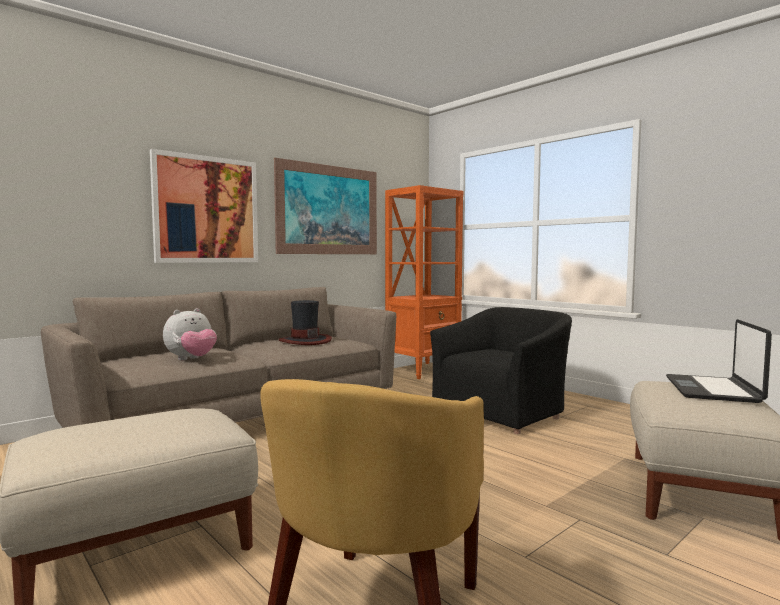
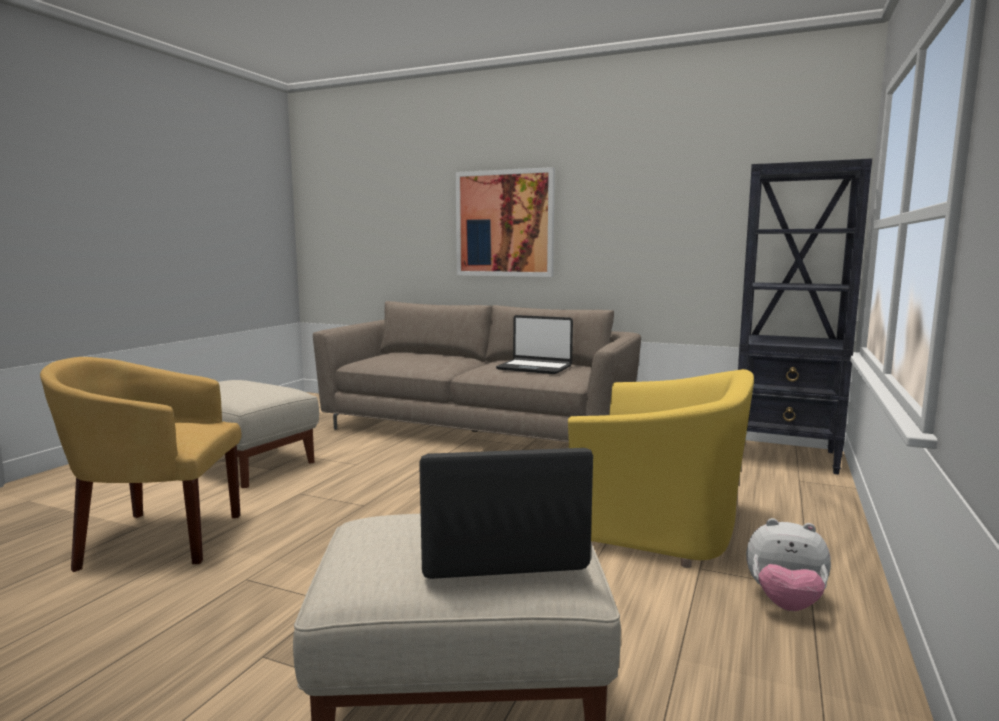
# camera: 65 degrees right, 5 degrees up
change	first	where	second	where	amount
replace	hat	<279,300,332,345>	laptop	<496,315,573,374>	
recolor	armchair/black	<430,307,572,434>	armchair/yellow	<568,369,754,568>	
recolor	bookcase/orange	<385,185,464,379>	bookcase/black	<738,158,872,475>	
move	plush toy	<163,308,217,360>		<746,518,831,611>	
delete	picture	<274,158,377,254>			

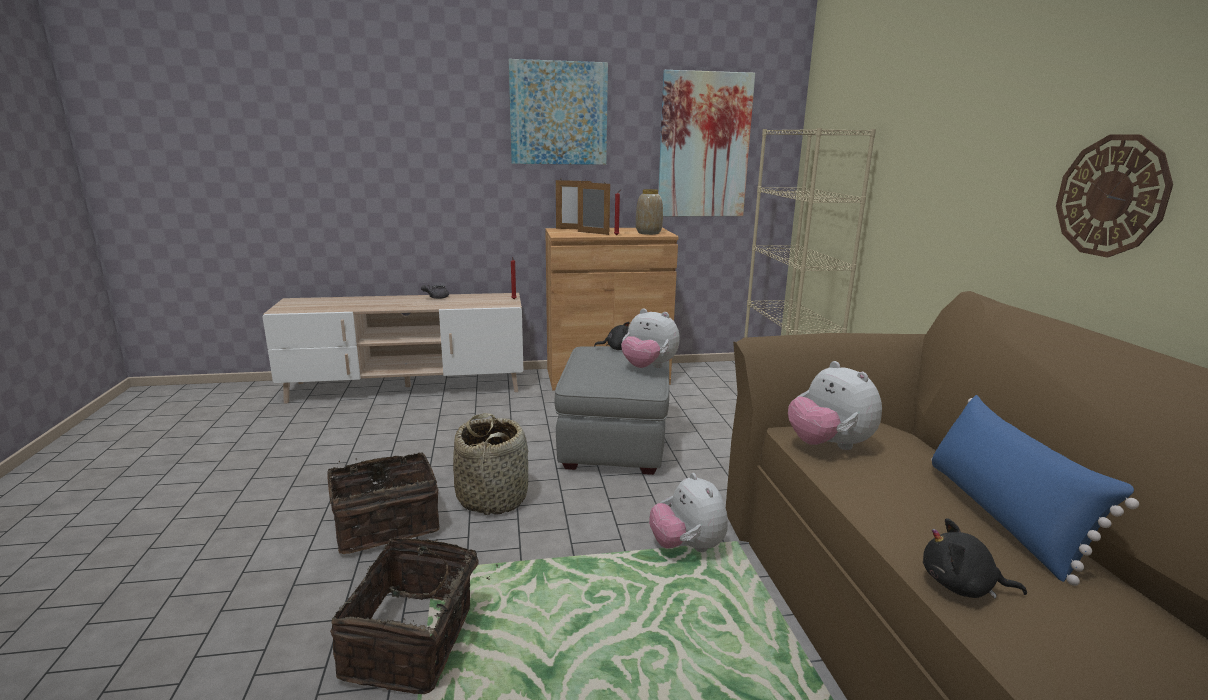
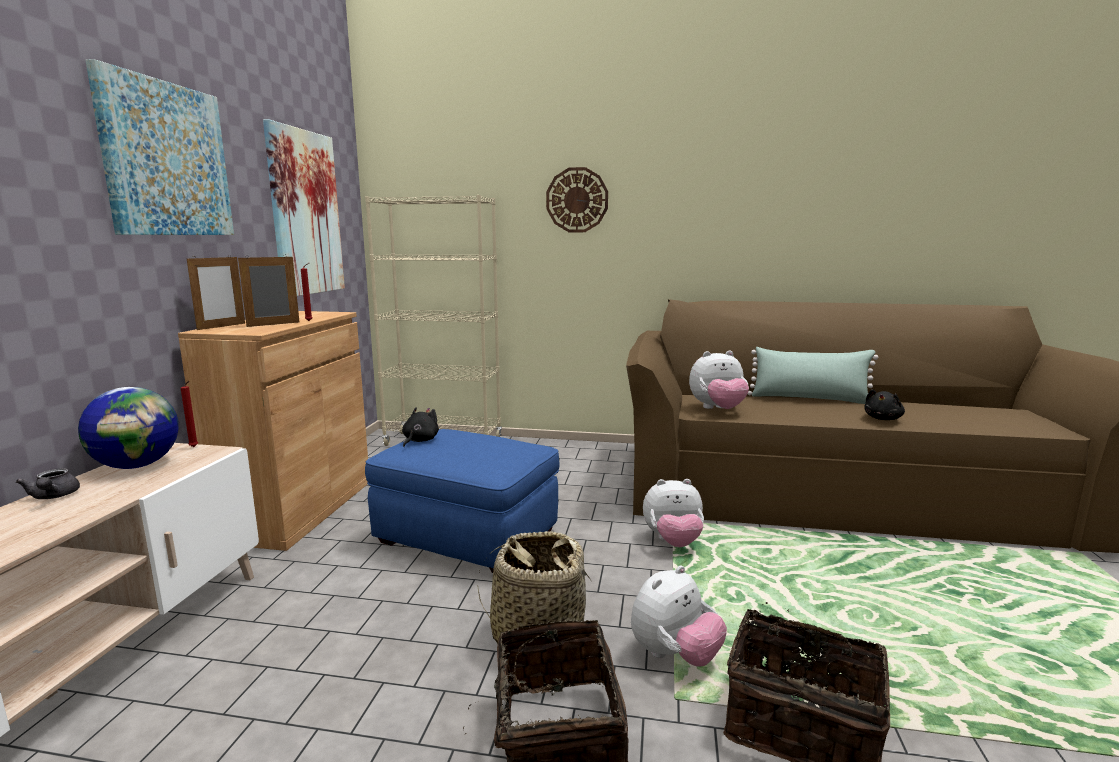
# camera: 70 degrees left, 5 degrees down
change	first	where	second	where	amount
insert			globe	<78,387,179,469>	
recolor	ottoman/grey	<555,346,669,475>	ottoman/blue	<365,429,559,573>	
move	wall clock	<1056,135,1173,258>		<546,167,608,232>	
move	plush toy	<621,308,680,368>		<631,565,727,667>	
recolor	pillow/blue	<931,395,1139,586>	pillow/green	<748,347,879,404>	
delete	vase	<636,189,663,235>			

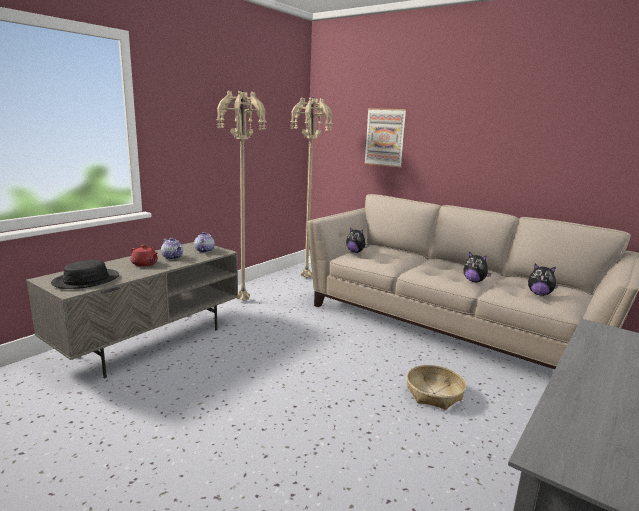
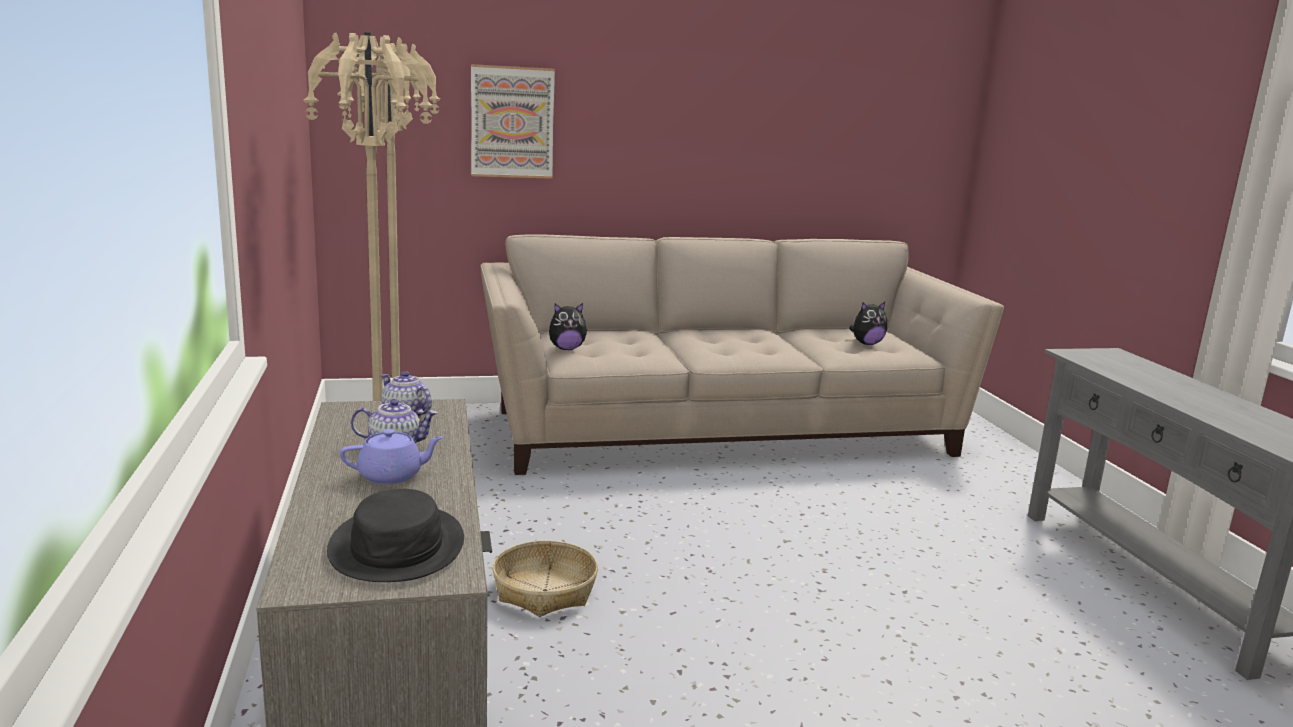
# camera: 50 degrees left, 0 degrees up
change	first	where	second	where	amount
recolor	teapot/red	<131,245,158,267>	teapot/purple	<340,429,444,484>	
move	basket	<407,365,466,410>		<493,541,598,617>	
delete	plush toy	<464,252,492,282>			

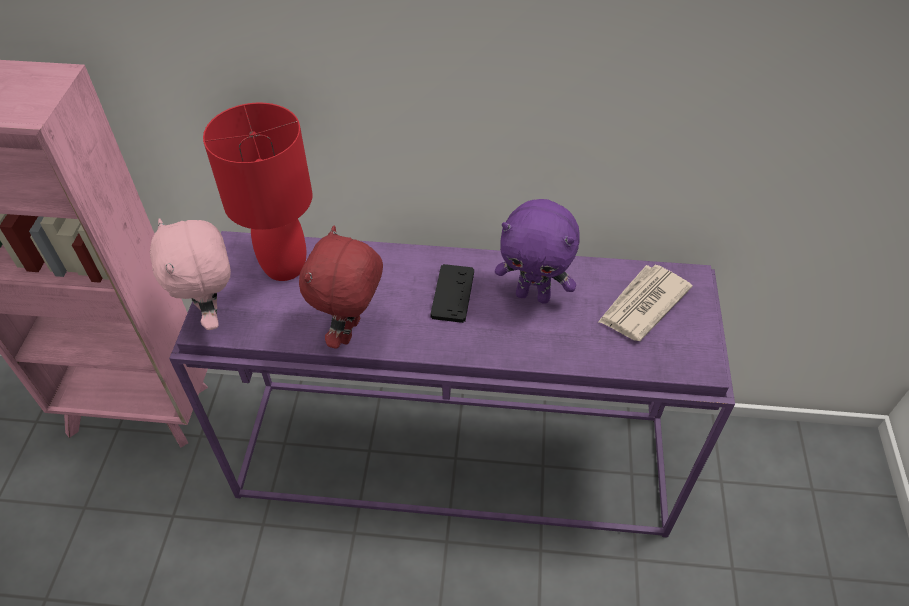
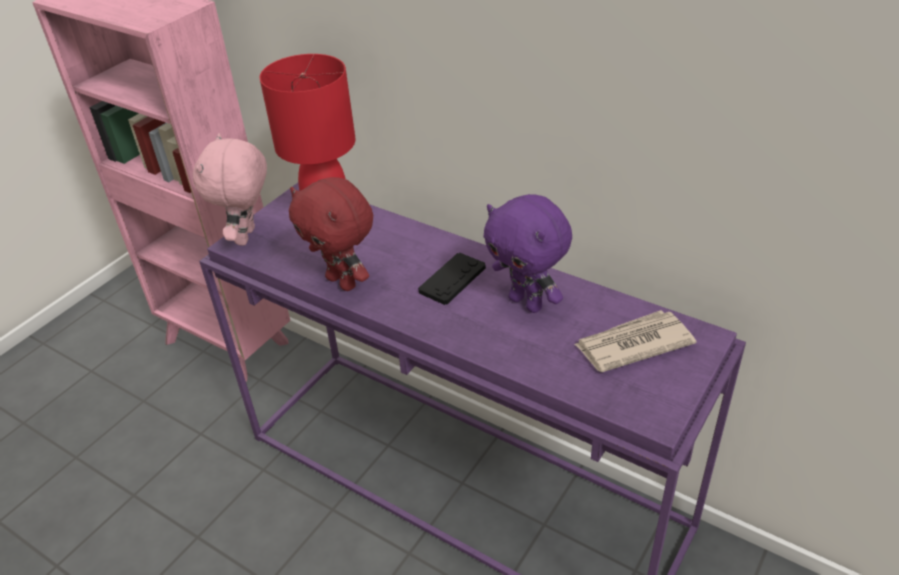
# camera: 30 degrees right, 10 degrees down
change	first	where	second	where	amount
rotate	plush toy/red	<299,226,383,349>		<289,177,373,291>	90 degrees counterclockwise

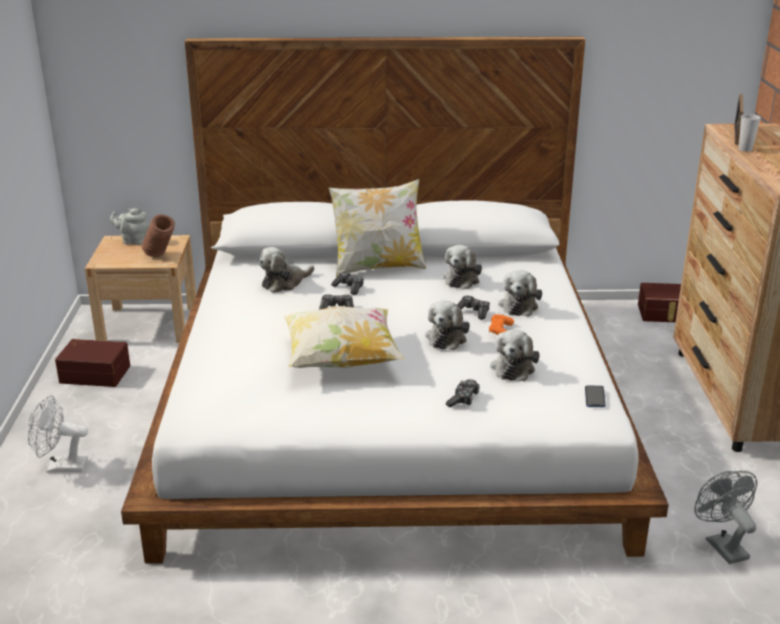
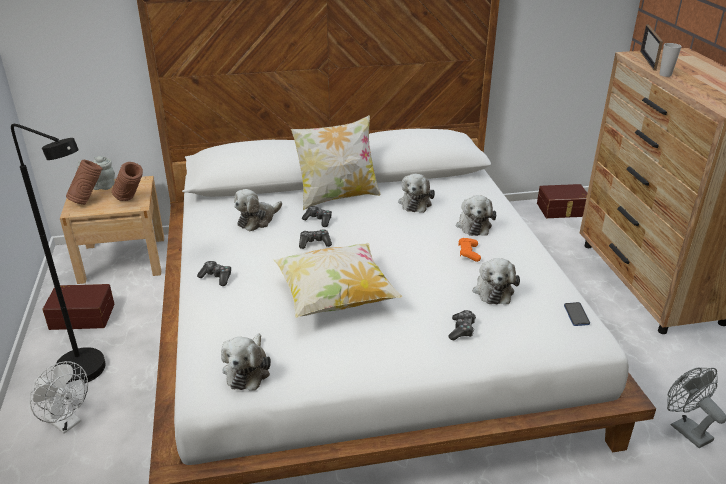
# camera: 10 degrees left, 5 degrees up
change	first	where	second	where	amount
insert			floor lamp/black	<11,124,106,384>	
rotate	fan/white	<27,395,88,472>		<30,361,88,433>	135 degrees counterclockwise
insert			vase/brown	<66,160,102,205>	
move	game controller	<457,296,490,320>		<197,261,231,286>	
move	plush toy	<425,301,470,350>		<221,333,271,391>	

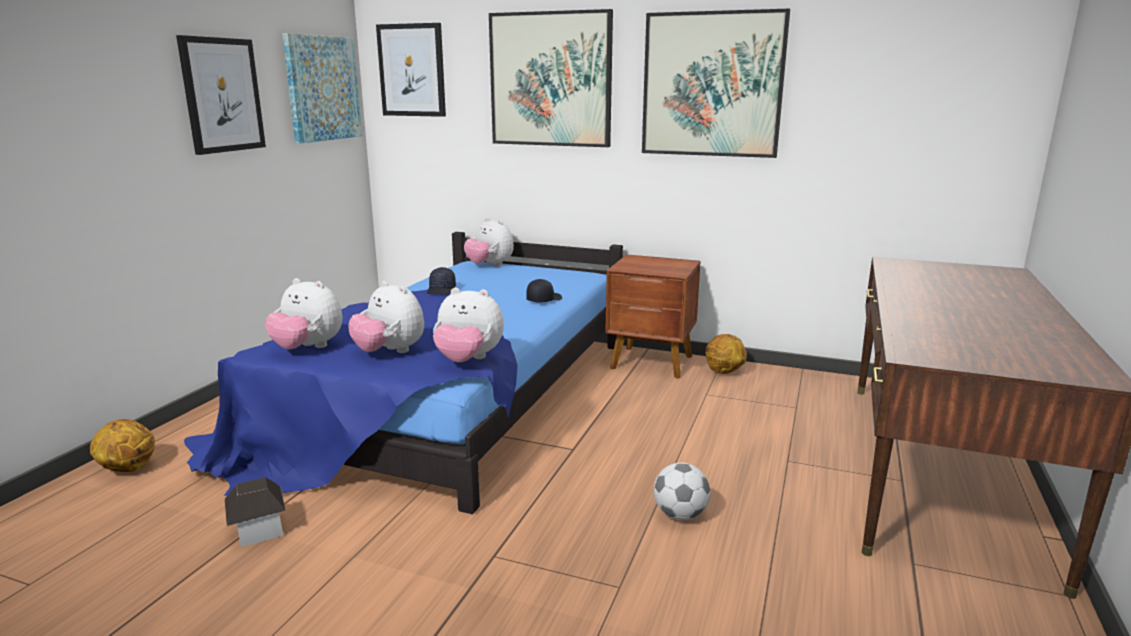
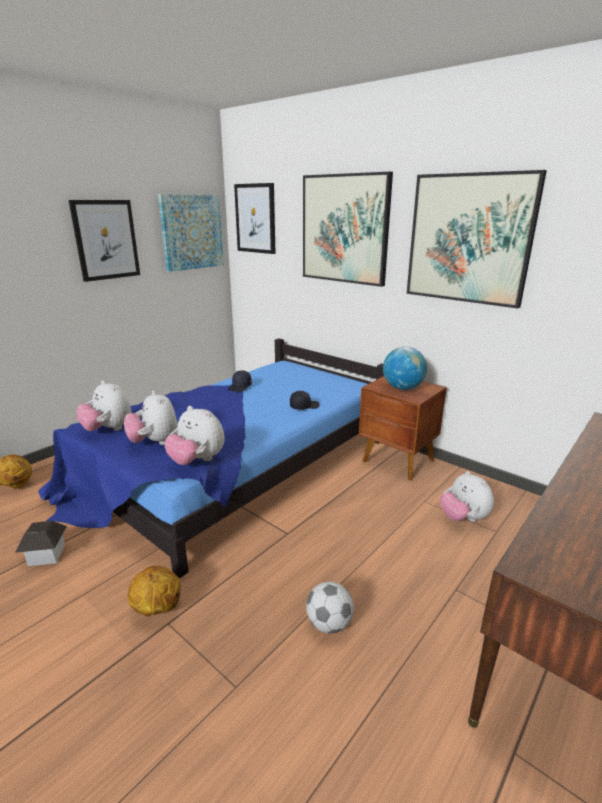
# camera: 20 degrees right, 5 degrees up
change	first	where	second	where	amount
move	basketball	<705,334,747,374>		<128,566,181,616>	
insert			globe	<383,347,427,390>	
move	plush toy	<464,218,514,266>		<440,471,494,522>	

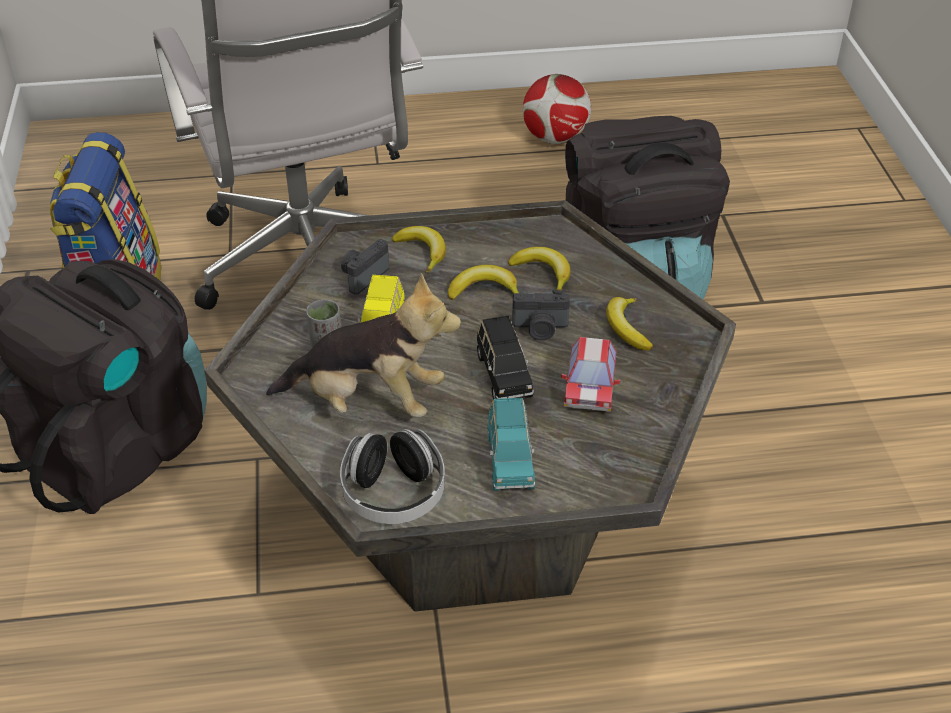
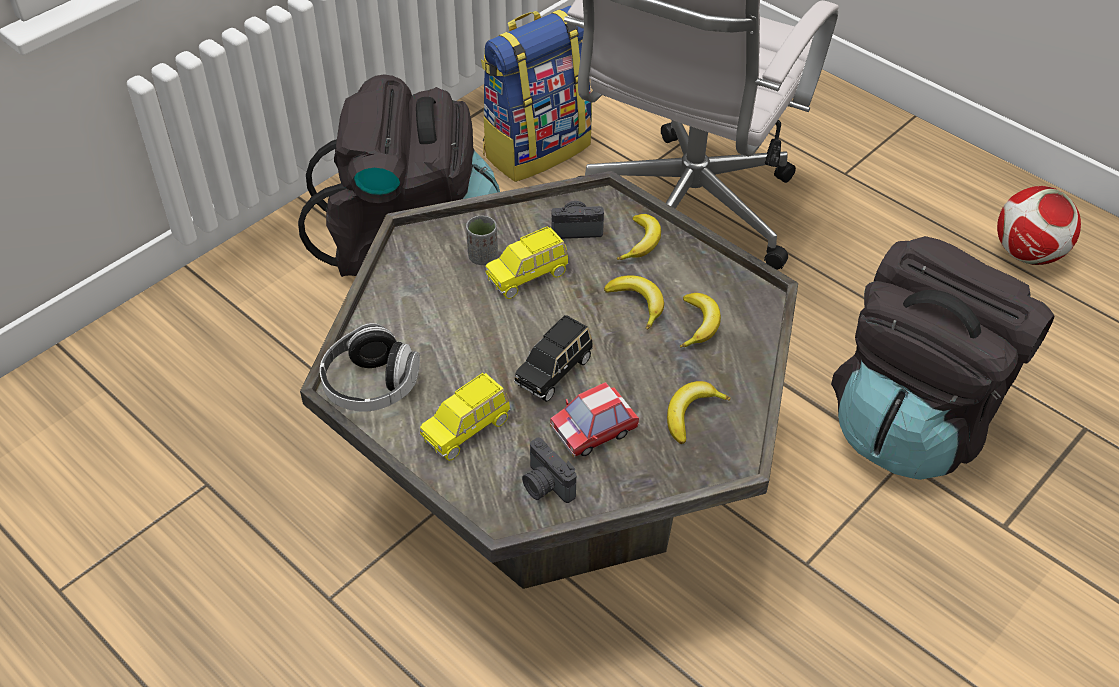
# camera: 50 degrees right, 5 degrees up
change	first	where	second	where	amount
recolor	toy car/turquoise	<488,398,535,491>	toy car/yellow	<420,373,510,461>	
move	photo camera	<512,290,570,341>		<522,437,576,503>	
delete	plush toy	<266,273,461,418>			

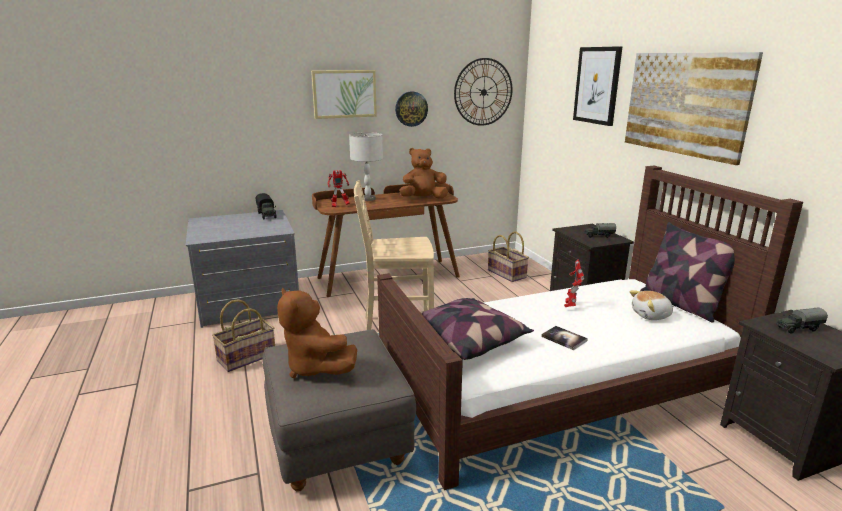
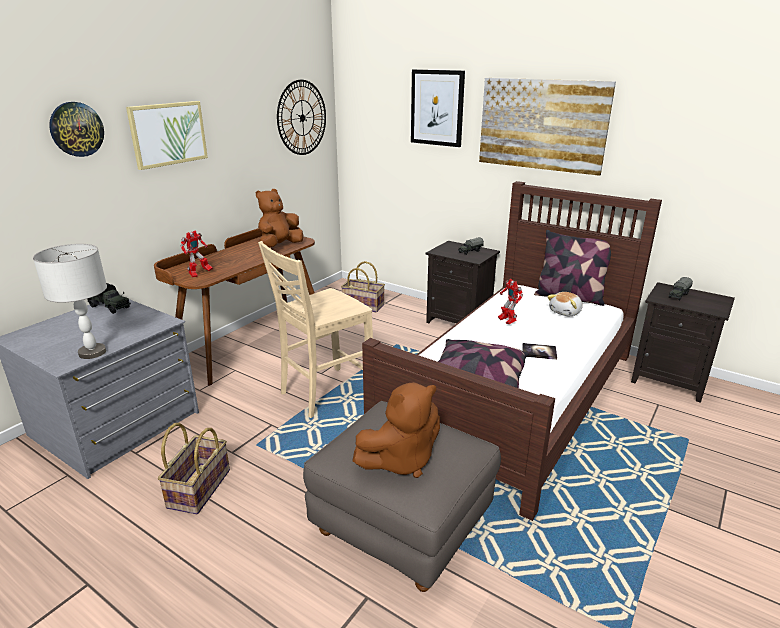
# camera: 35 degrees left, 5 degrees up
change	first	where	second	where	amount
move	table lamp/grey	<349,132,383,201>		<33,244,107,359>	
move	wall clock	<395,91,428,127>		<49,102,104,157>	
rotate	plush toy/brown	<277,287,357,378>		<352,382,440,478>	45 degrees counterclockwise

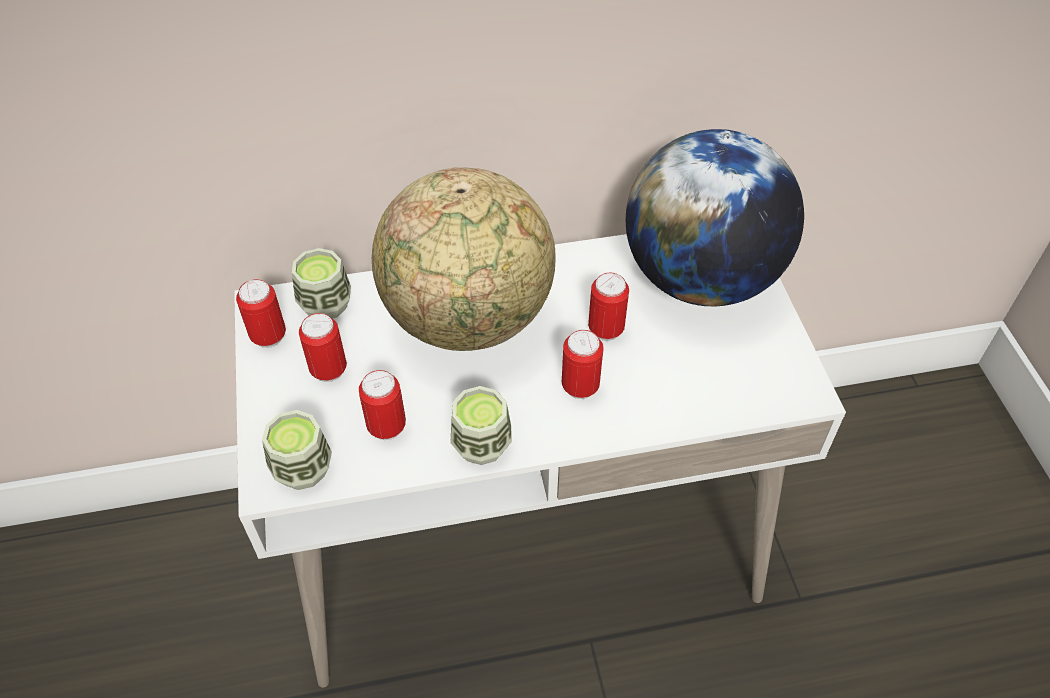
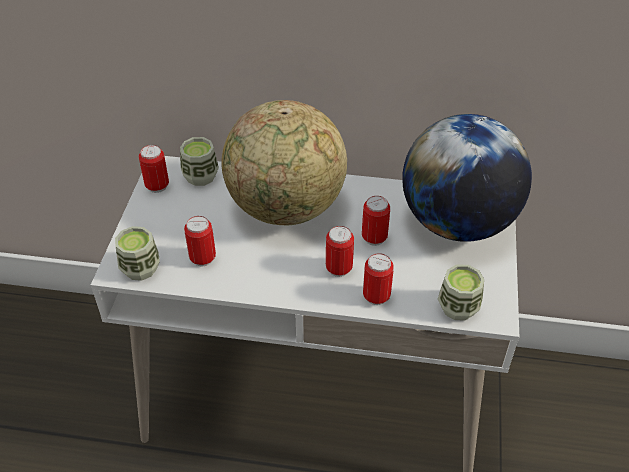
# camera: 20 degrees right, 5 degrees down
change	first	where	second	where	amount
move	can	<299,313,347,382>		<363,253,394,305>	
move	cup	<450,386,511,465>		<438,265,484,320>	

